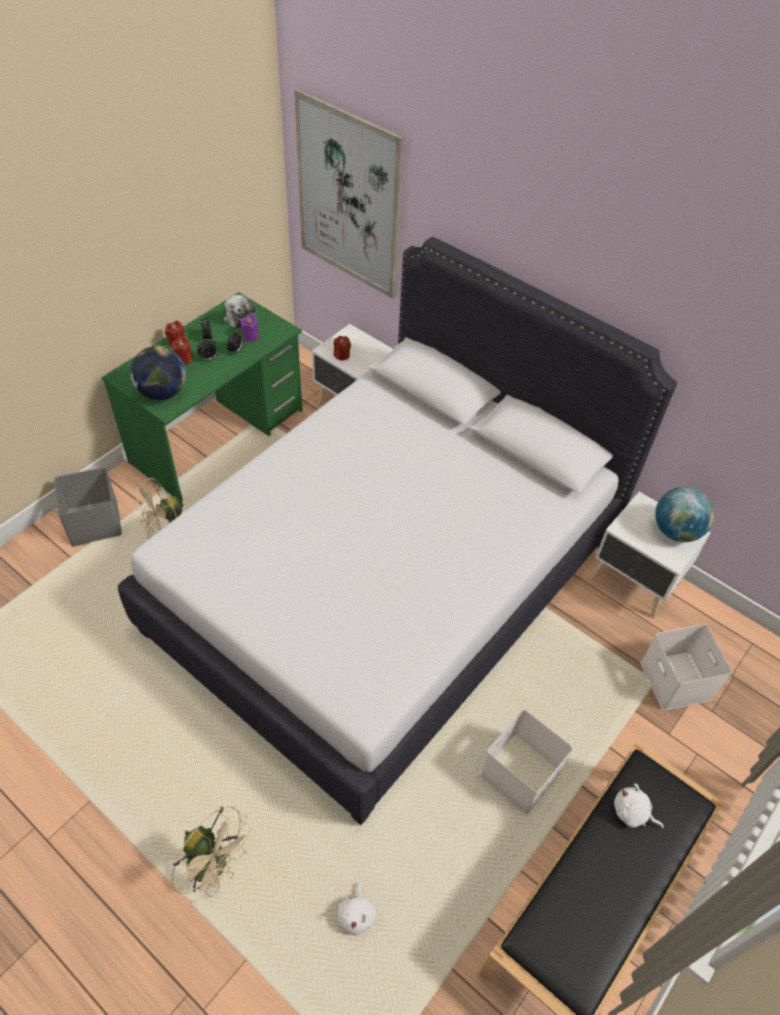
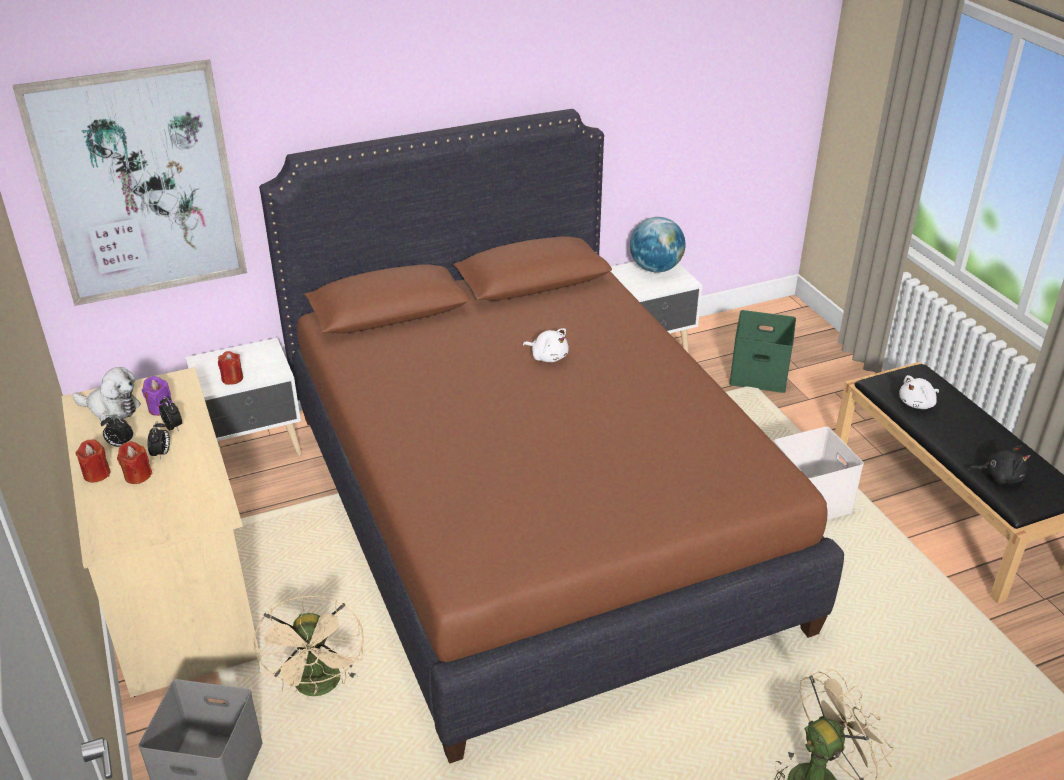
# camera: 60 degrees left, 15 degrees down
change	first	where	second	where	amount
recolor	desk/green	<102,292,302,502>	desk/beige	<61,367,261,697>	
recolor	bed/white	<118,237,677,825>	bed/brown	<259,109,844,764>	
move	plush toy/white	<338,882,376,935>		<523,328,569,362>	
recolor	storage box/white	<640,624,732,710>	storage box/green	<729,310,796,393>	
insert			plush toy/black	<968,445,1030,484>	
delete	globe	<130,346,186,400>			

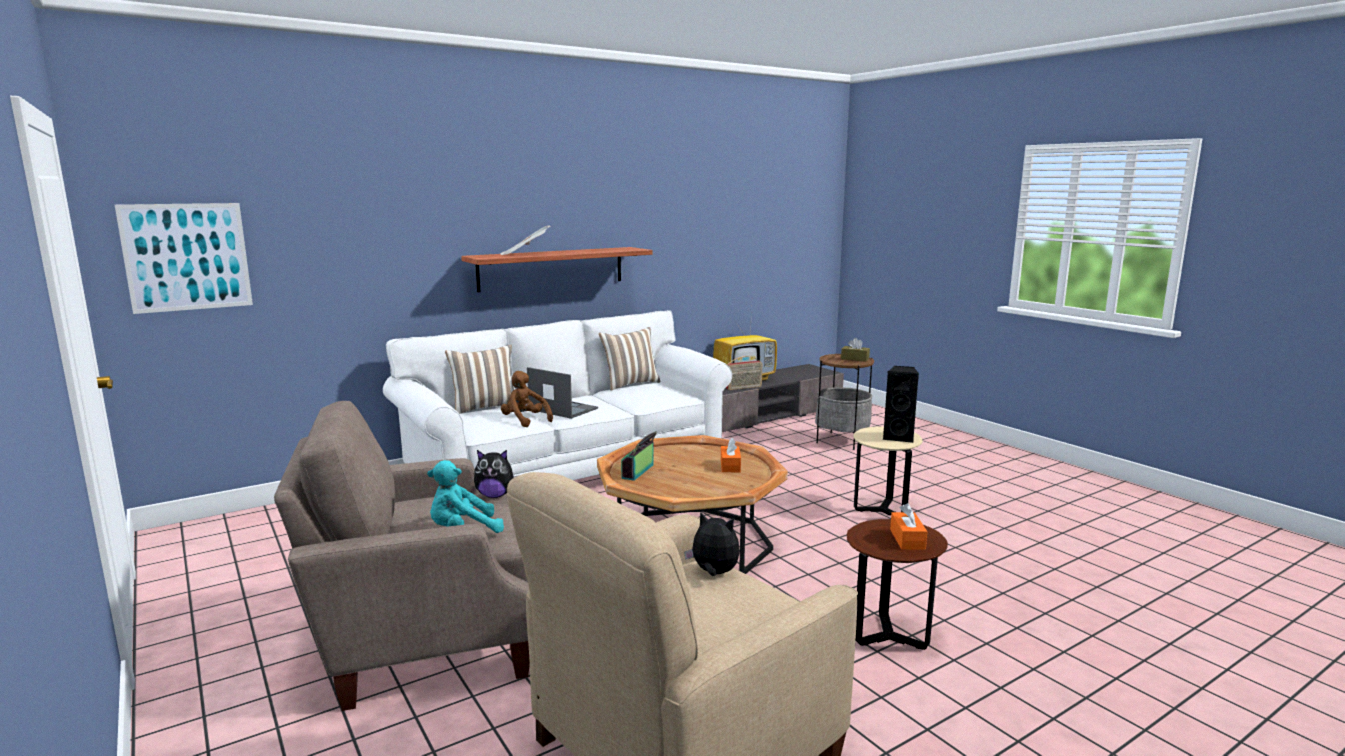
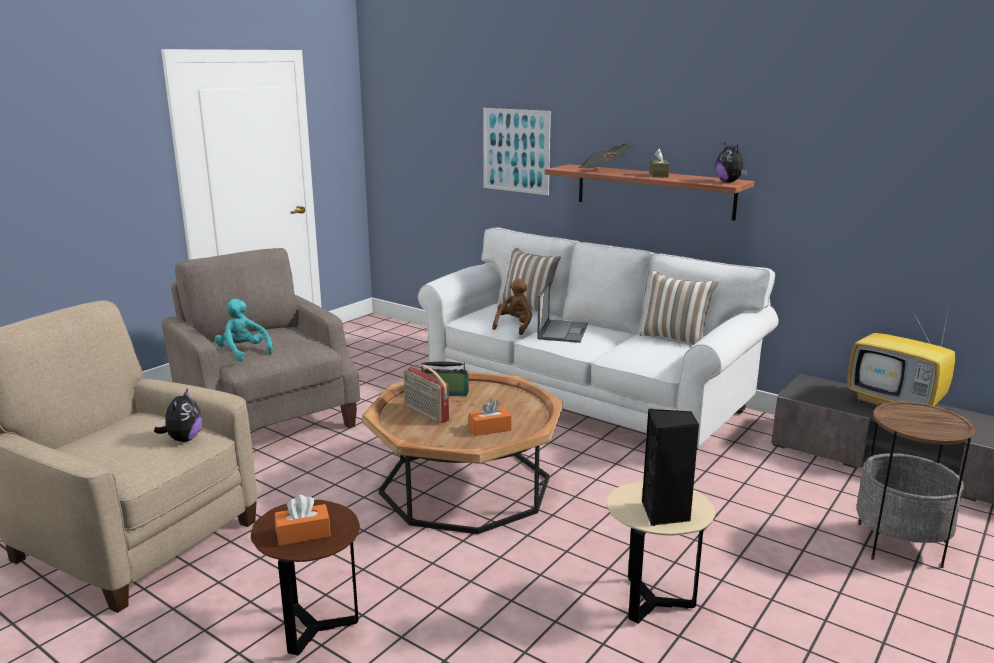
# camera: 70 degrees right, 5 degrees up
change	first	where	second	where	amount
move	radio	<726,356,762,390>		<404,365,449,423>	
move	picture	<115,203,253,314>		<483,108,551,195>	
move	tissue box/brown	<841,338,870,362>		<649,149,670,177>	
move	plush toy	<474,450,519,498>		<715,143,748,182>	

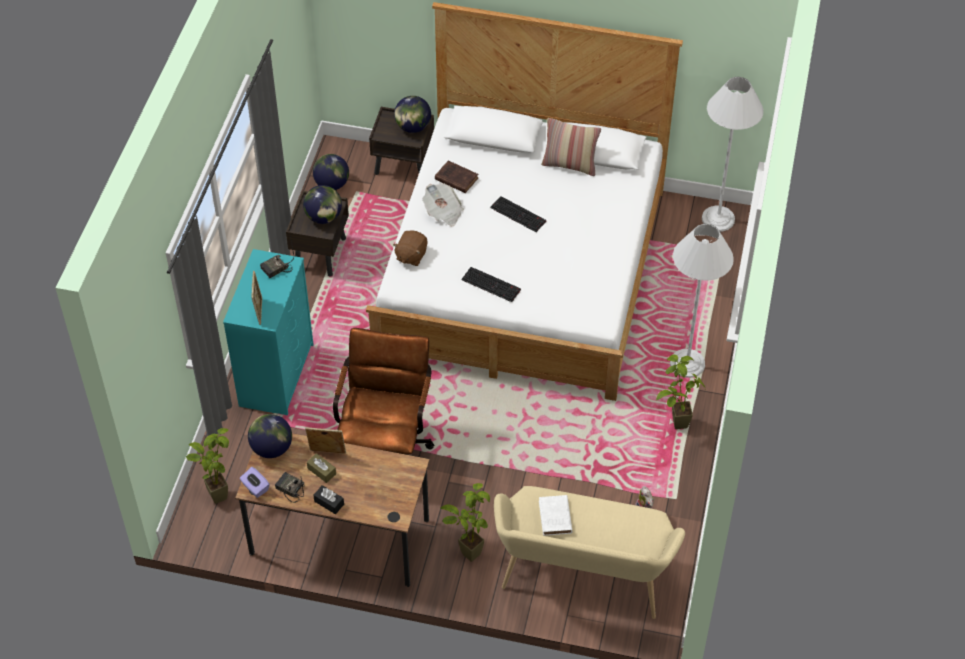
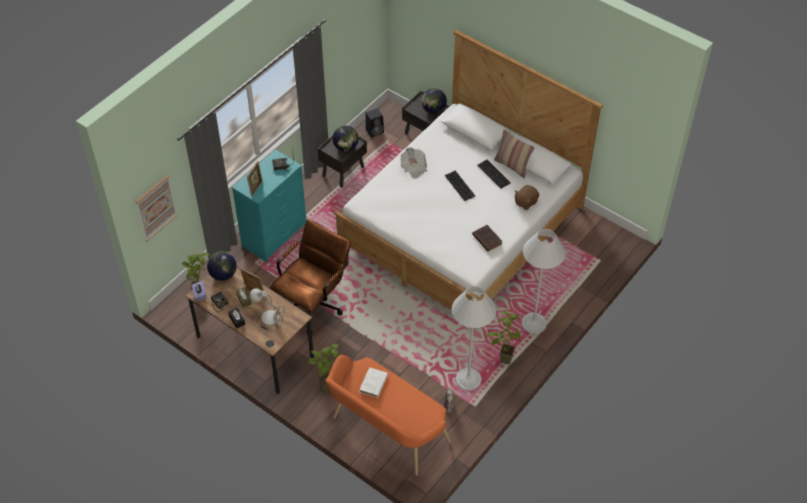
# camera: 25 degrees right, 0 degrees up
change	first	where	second	where	amount
insert			picture	<135,175,178,241>	
insert			table lamp	<250,288,285,331>	
recolor	bench/beige	<494,486,685,619>	bench/orange	<326,355,451,476>	
replace	globe	<313,154,349,190>	speaker/black	<366,108,384,137>	
move	floor lamp/white	<702,77,764,232>		<452,286,496,390>	
move	book/brown	<435,161,478,193>		<472,225,503,252>	
move	keyboard	<461,267,521,302>		<477,160,511,189>	
move	plush toy/brown	<393,230,428,266>		<515,185,539,210>	

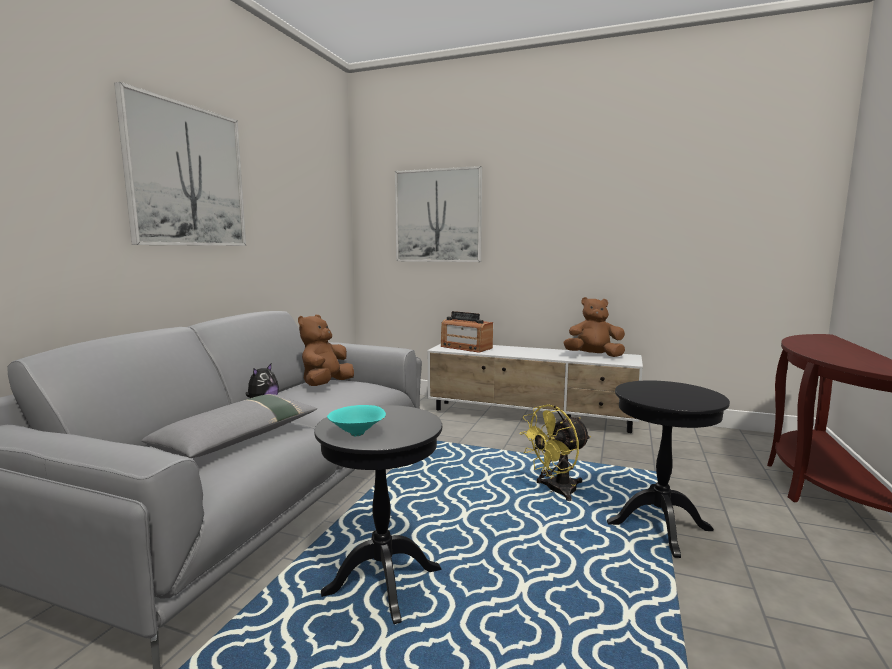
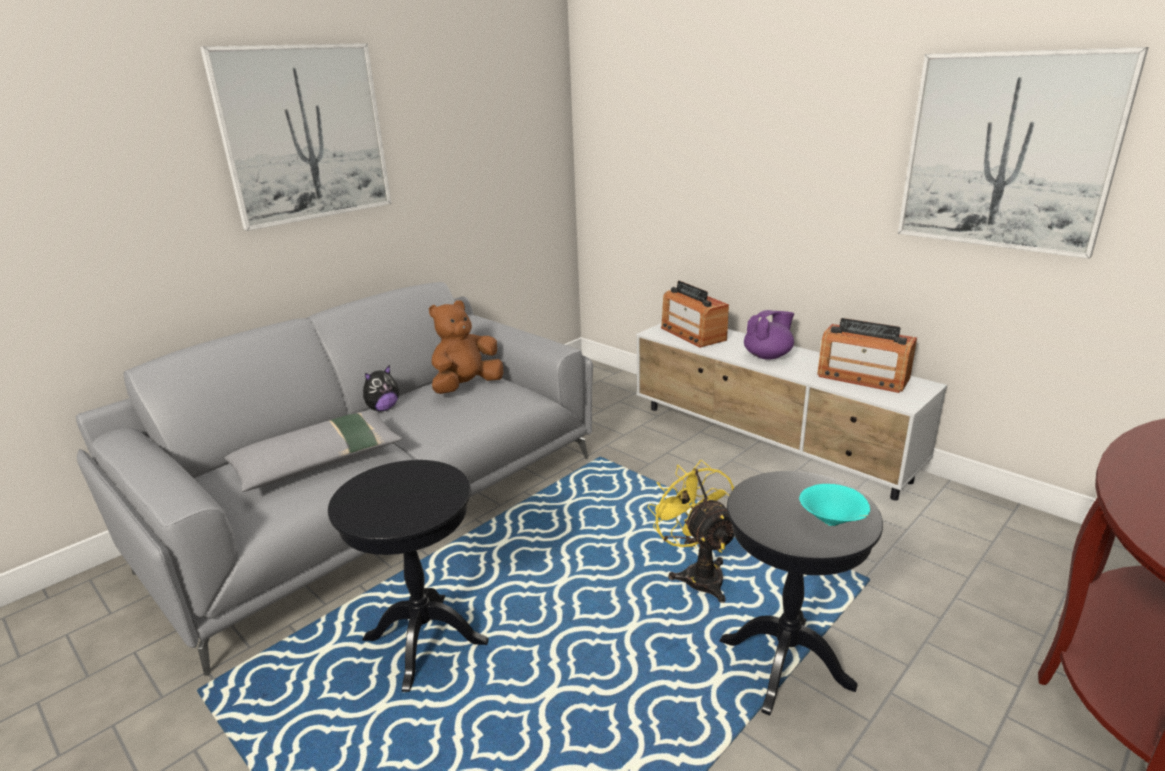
# camera: 25 degrees right, 15 degrees up
change	first	where	second	where	amount
rotate	fan/yellow	<519,404,591,501>		<647,460,735,603>	75 degrees clockwise
insert			teapot/purple	<744,310,794,360>	
move	bowl/turquoise	<327,405,386,436>		<799,484,870,526>	
replace	plush toy/brown	<564,297,625,357>	radio	<817,318,917,393>	
move	picture	<395,166,482,262>		<898,47,1149,259>	

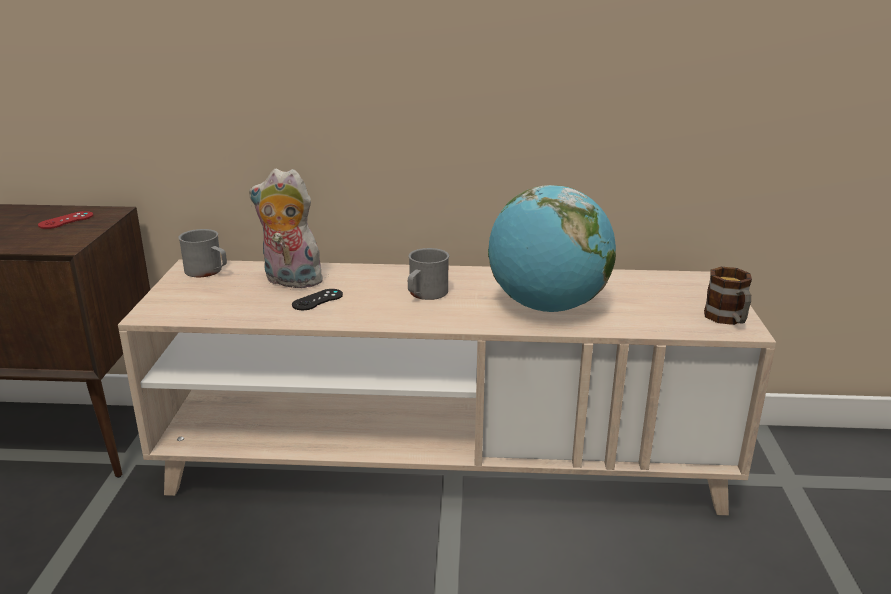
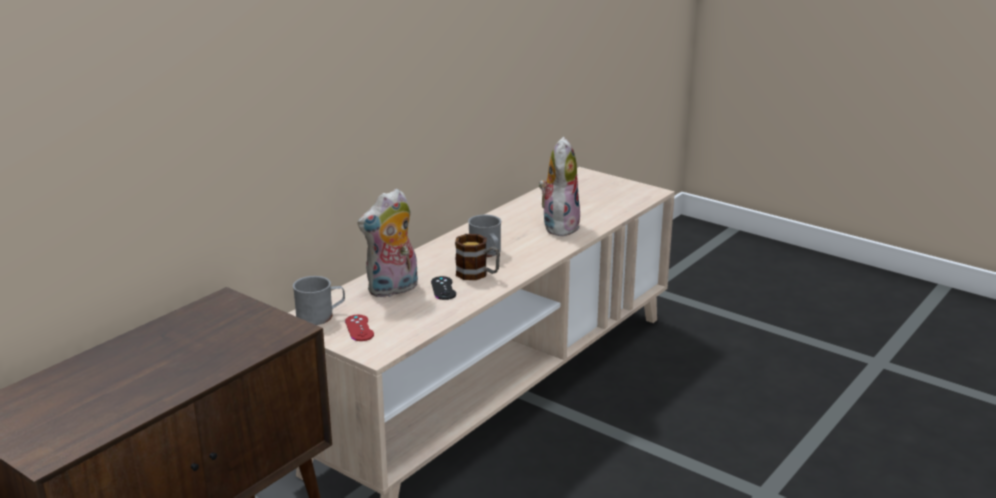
# camera: 55 degrees left, 0 degrees up
change	first	where	second	where	amount
move	game controller/red	<38,211,93,229>		<345,315,374,341>	
move	mug	<704,267,752,325>		<455,234,500,280>	
replace	globe	<488,185,616,312>	plush toy	<539,137,580,236>	

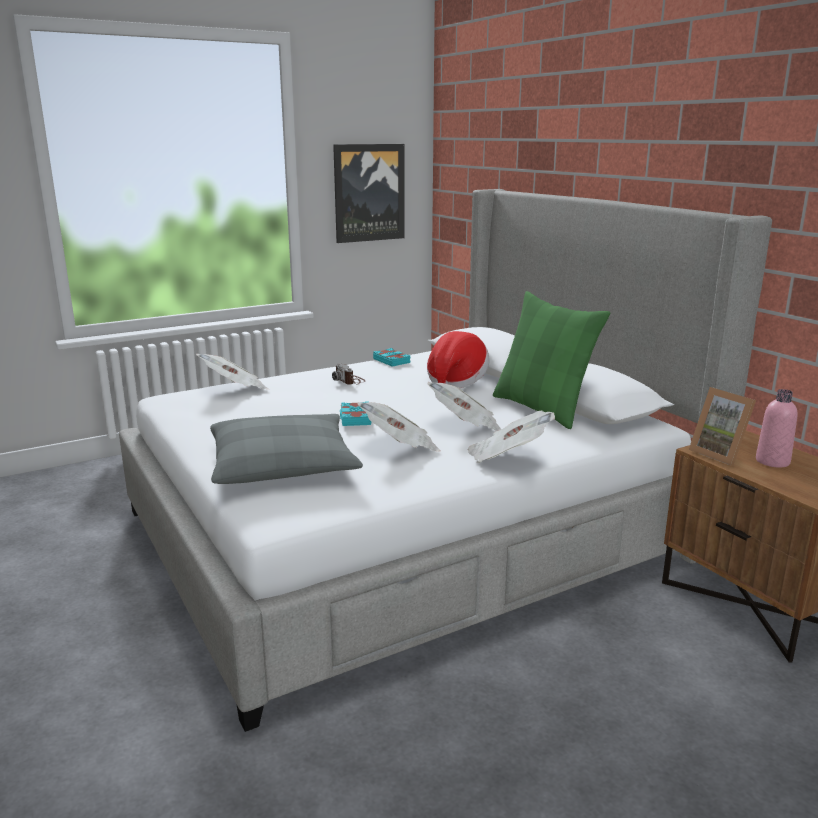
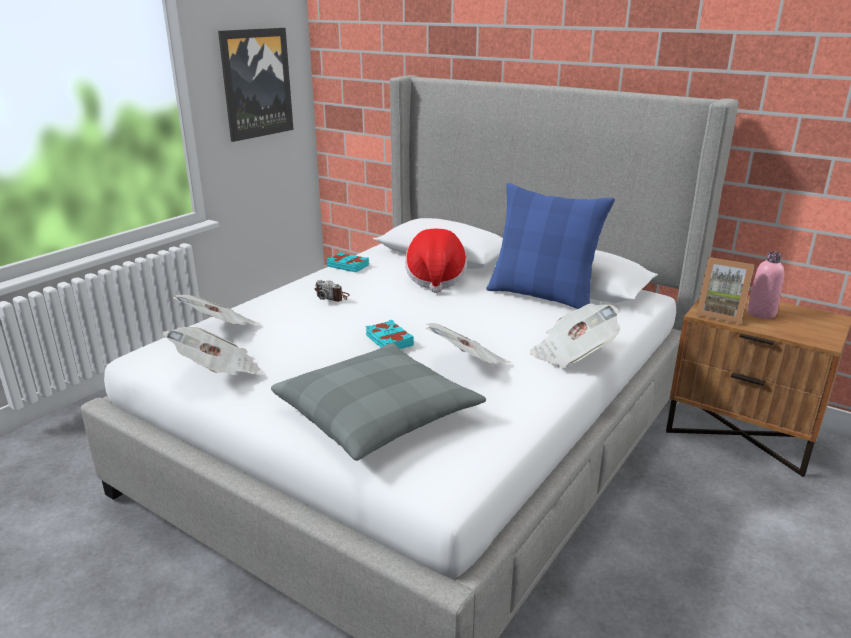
# camera: 25 degrees left, 5 degrees up
change	first	where	second	where	amount
move	newspaper	<428,382,502,431>		<163,327,264,375>	
recolor	pillow/green	<493,291,610,429>	pillow/blue	<486,183,615,309>	

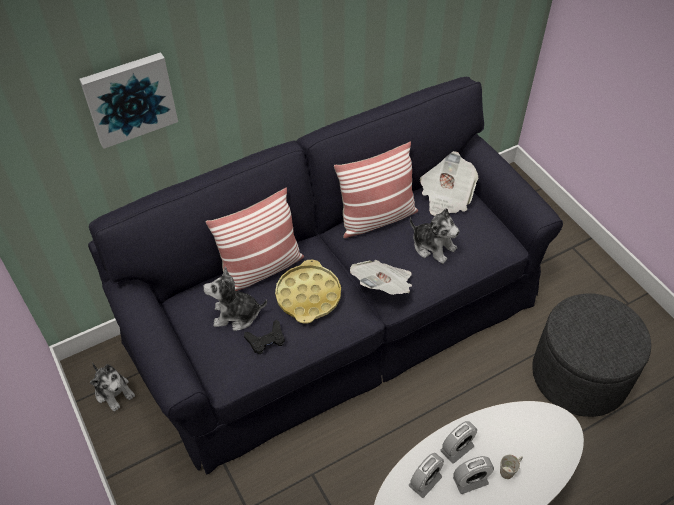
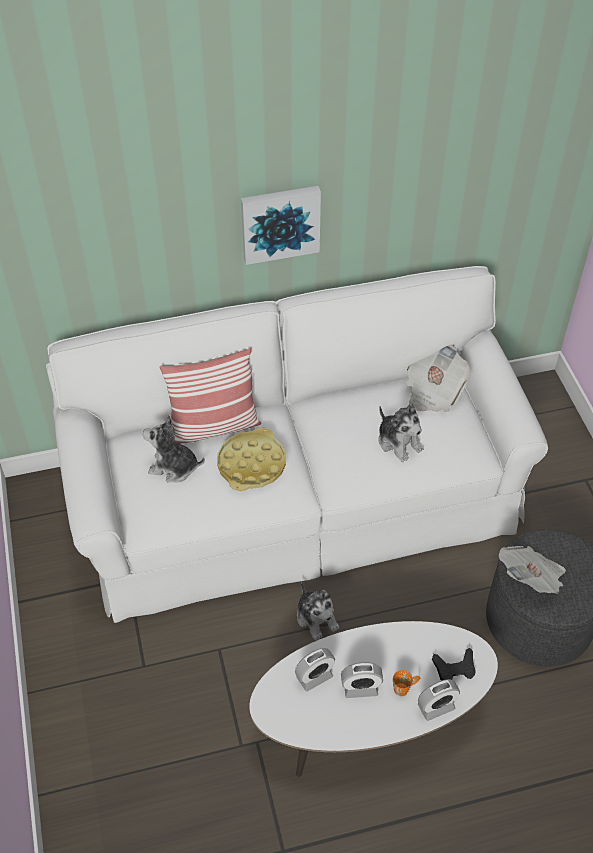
# camera: 15 degrees right, 0 degrees up
change	first	where	second	where	amount
recolor	sofa/black	<88,77,563,475>	sofa/white	<46,266,548,623>	
move	picture	<79,52,178,149>		<241,186,321,265>	
move	plush toy	<90,363,135,412>		<297,581,339,641>	
recolor	mug/white	<500,455,523,479>	mug/orange	<393,670,420,696>	
move	alarm clock	<440,421,477,464>		<418,679,460,721>	
move	game controller/black	<244,320,285,354>		<432,648,476,680>	
move	newspaper	<350,260,412,295>		<499,546,566,594>	
delete	pillow	<334,142,418,238>			

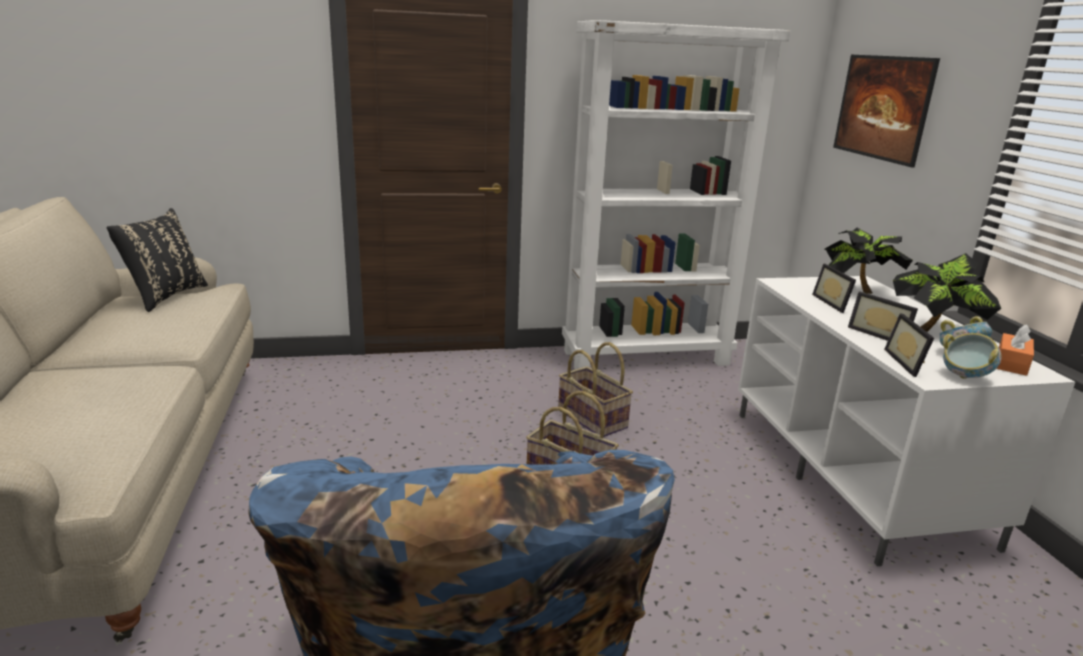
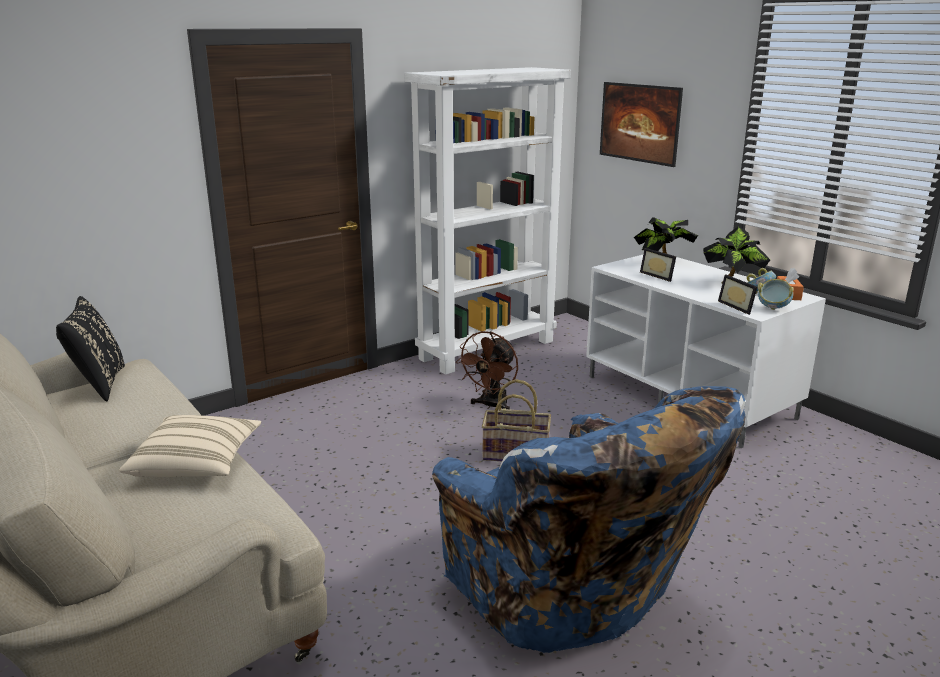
# camera: 25 degrees left, 0 degrees up
change	first	where	second	where	amount
insert			pillow/beige	<119,415,262,477>	
replace	basket	<558,342,633,437>	fan/brown	<456,331,518,409>	
delete	picture frame	<848,291,918,341>			

